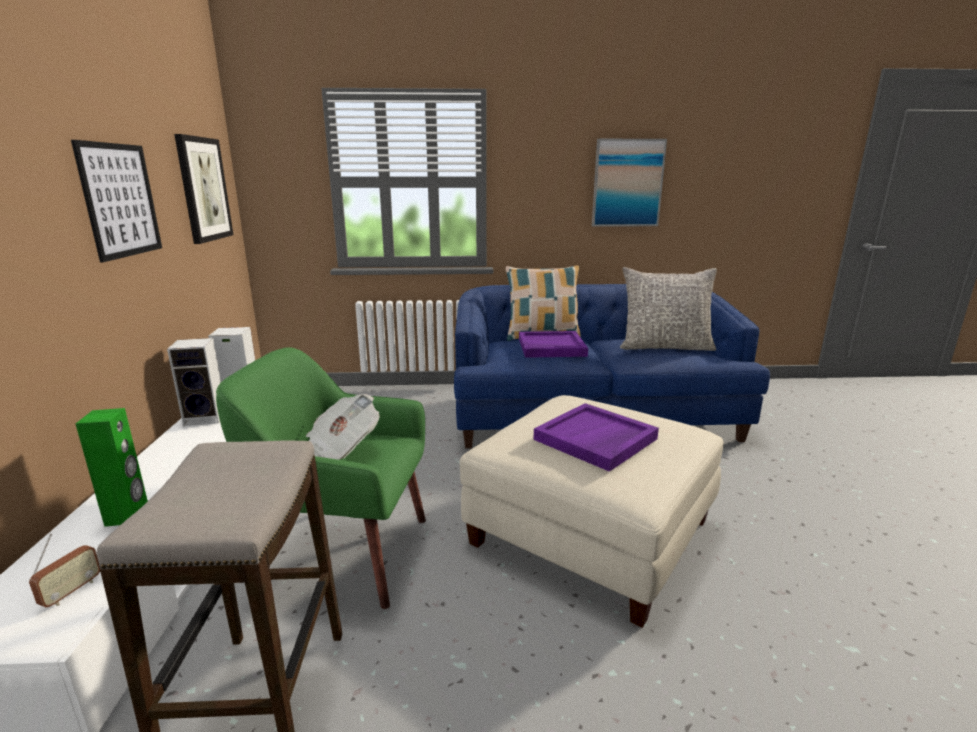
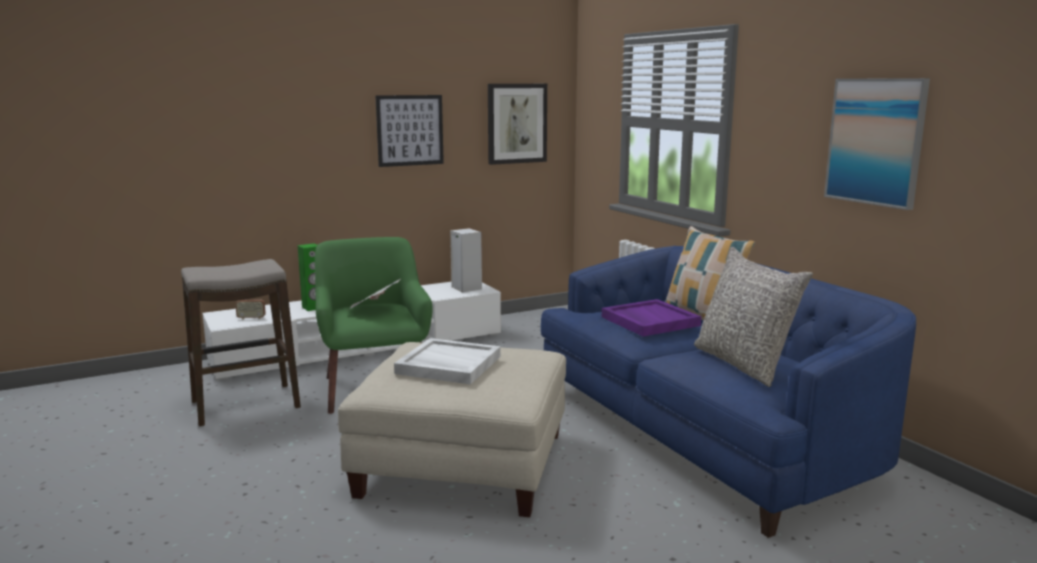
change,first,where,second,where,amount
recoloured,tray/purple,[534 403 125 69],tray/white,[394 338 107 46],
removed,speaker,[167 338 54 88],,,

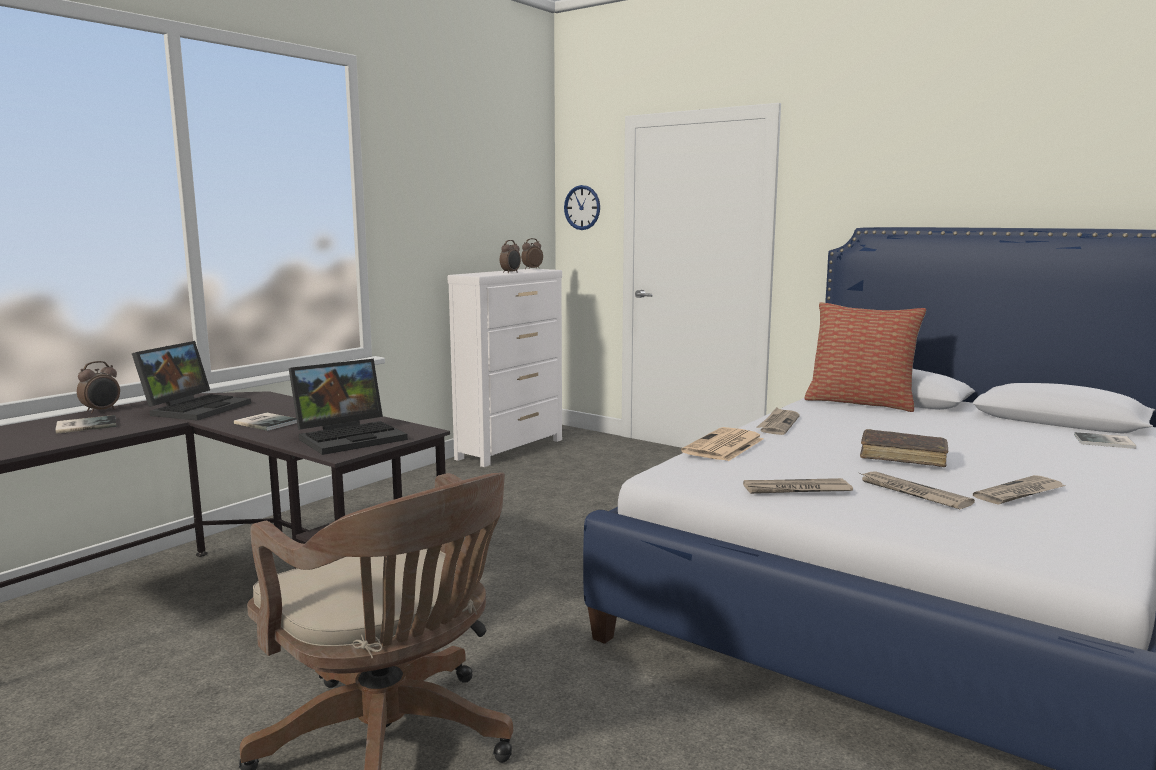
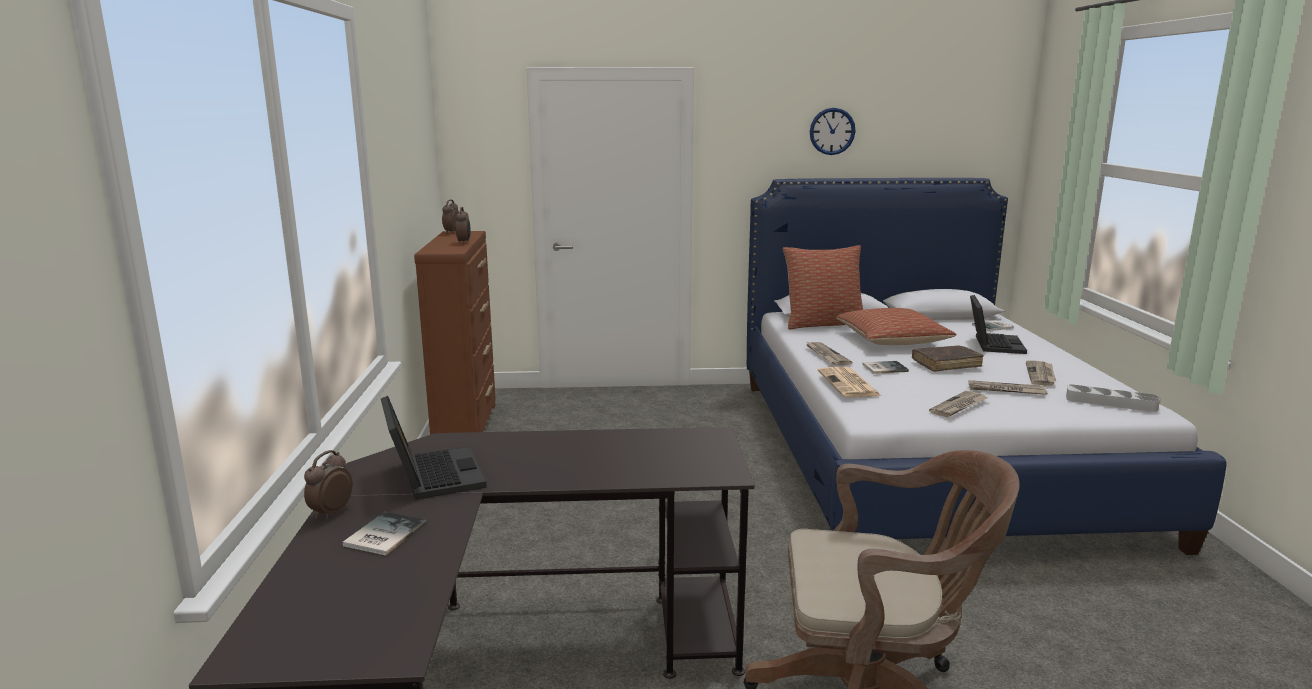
change,first,where,second,where,amount
turned,alarm clock,[77 361 43 53],,[304 450 49 69],150 degrees counterclockwise
recoloured,dresser/white,[448 268 114 199],dresser/brown,[414 231 82 204],
moved,wall clock,[564 185 36 45],,[810 108 46 47],
added,,,pillow,[836 308 120 37],
moved,book,[234 413 63 18],,[862 361 47 13],
moved,laptop,[289 359 119 96],,[970 295 57 59],
added,,,tray/grey,[1066 384 94 28],

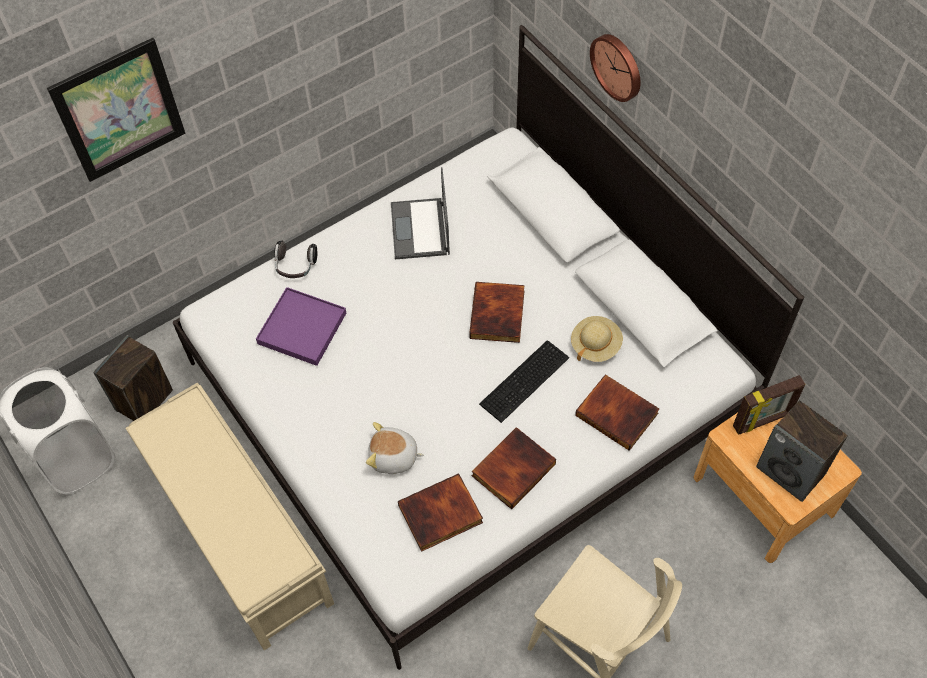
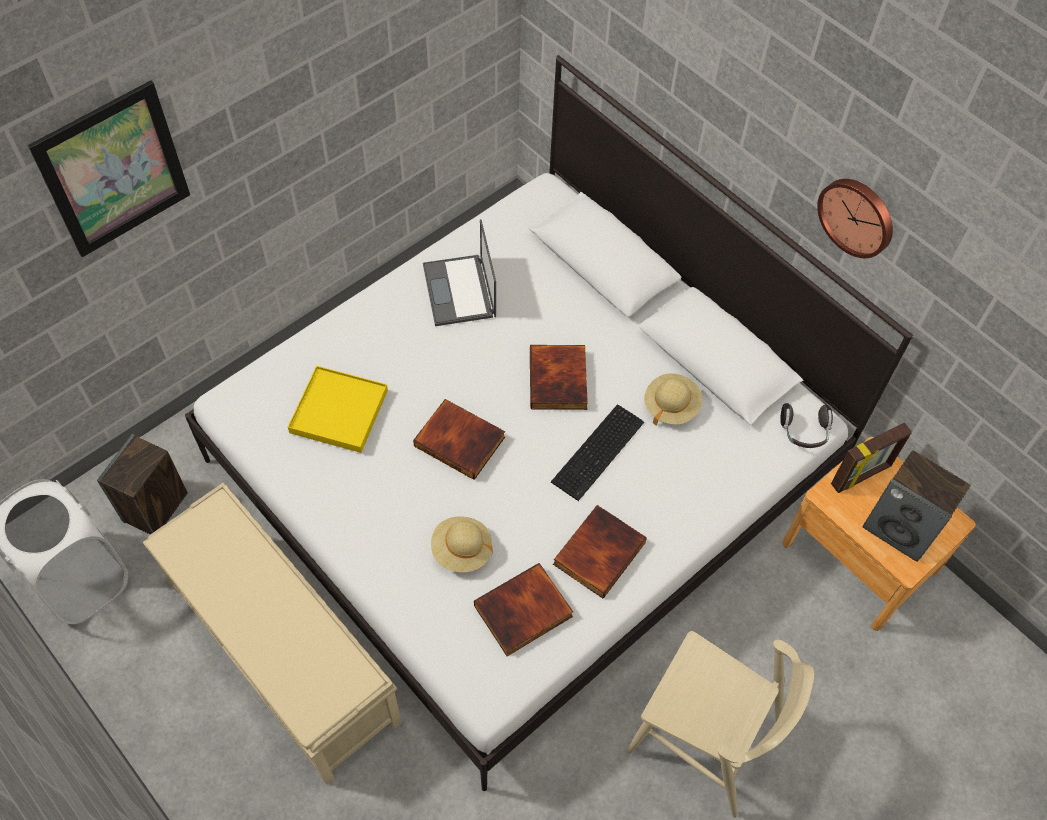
change,first,where,second,where,amount
recoloured,tray/purple,[256 287 90 79],tray/yellow,[288 366 100 87],
moved,book,[575 374 84 77],,[413 399 92 81],
replaced,plush toy,[366 422 58 52],hat/beige,[431 516 62 56],
moved,headphones,[274 240 43 38],,[780 403 53 45],
moved,wall clock,[590 34 50 68],,[817 179 76 79],

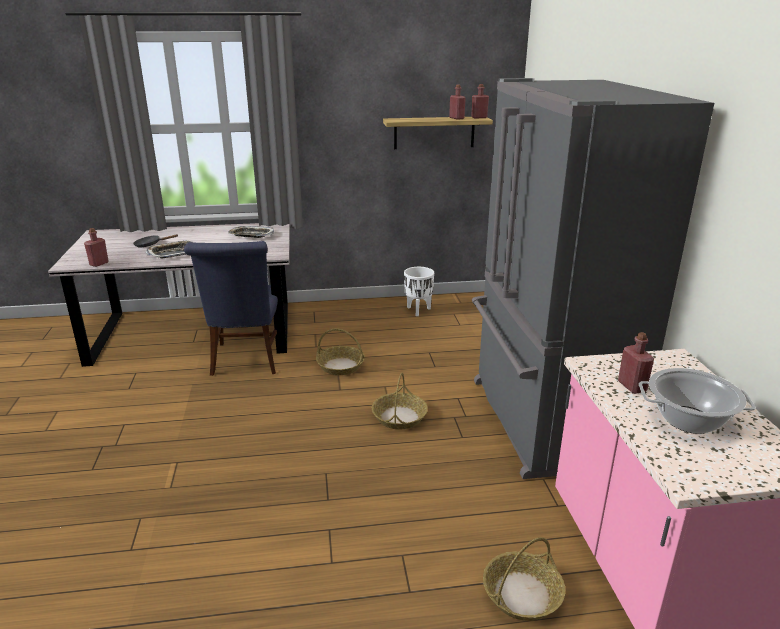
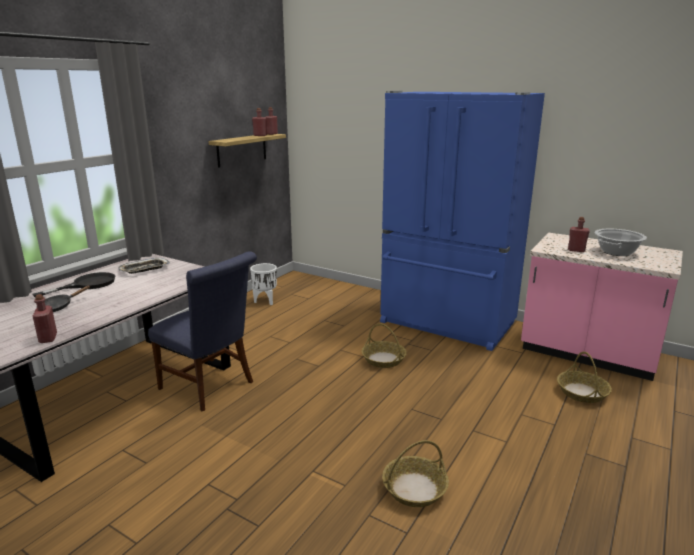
change,first,where,second,where,amount
added,,,frying pan/black,[32 272 83 25],
recoloured,fridge/grey,[472 78 242 401],fridge/blue,[380 91 165 260],
moved,basket,[316 328 49 47],,[382 440 67 67],
removed,tray,[146 240 46 18],,,

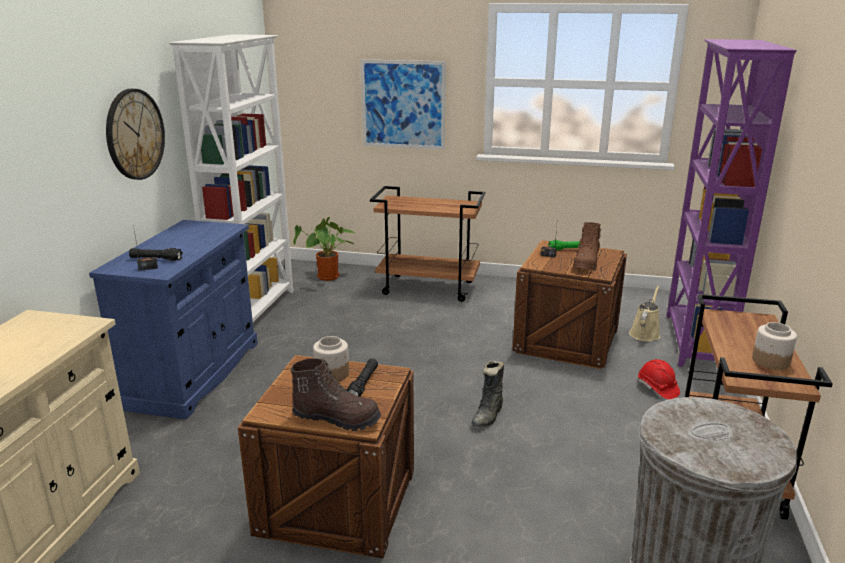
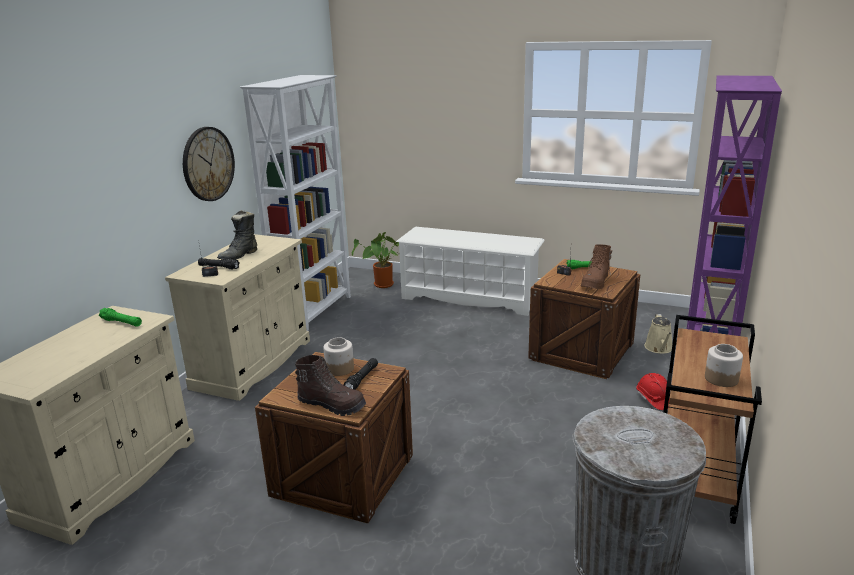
change,first,where,second,where,amount
added,,,flashlight/green,[99 308 43 19],
recoloured,cabinet/blue,[89 220 169 199],cabinet/beige,[165 234 145 167],
moved,boot/black,[471 360 33 67],,[217 210 40 50],
replaced,cart/brown,[370 186 115 116],shoe rack/white,[396 227 149 89],
turned,watering can/beige,[629 285 31 57],,[644 314 28 40],150 degrees clockwise
removed,picture,[361 59 85 90],,,

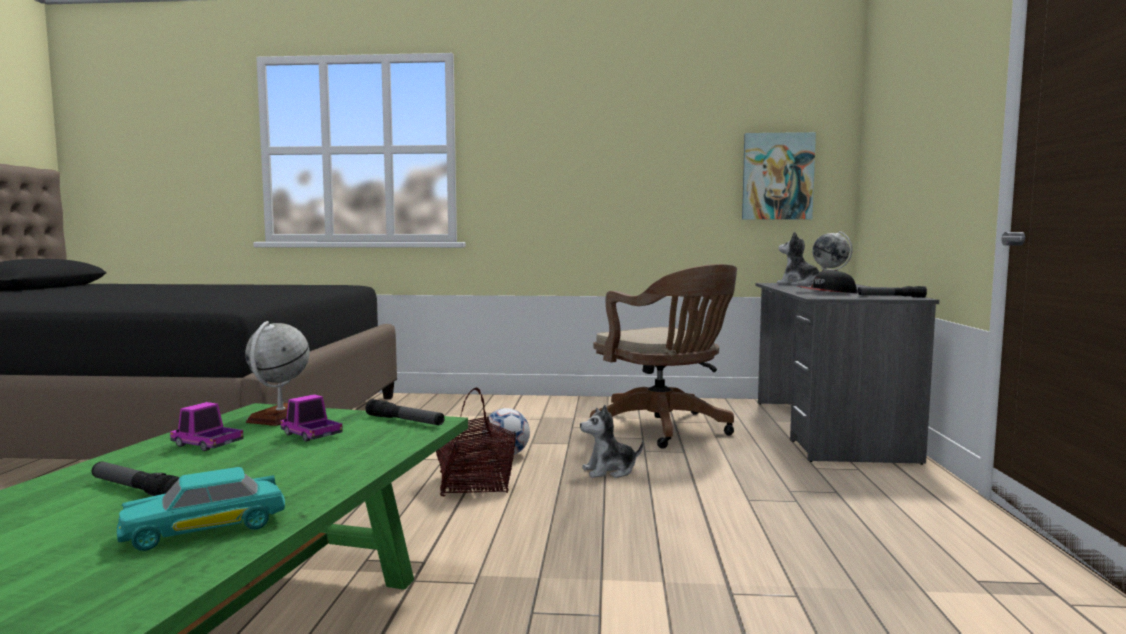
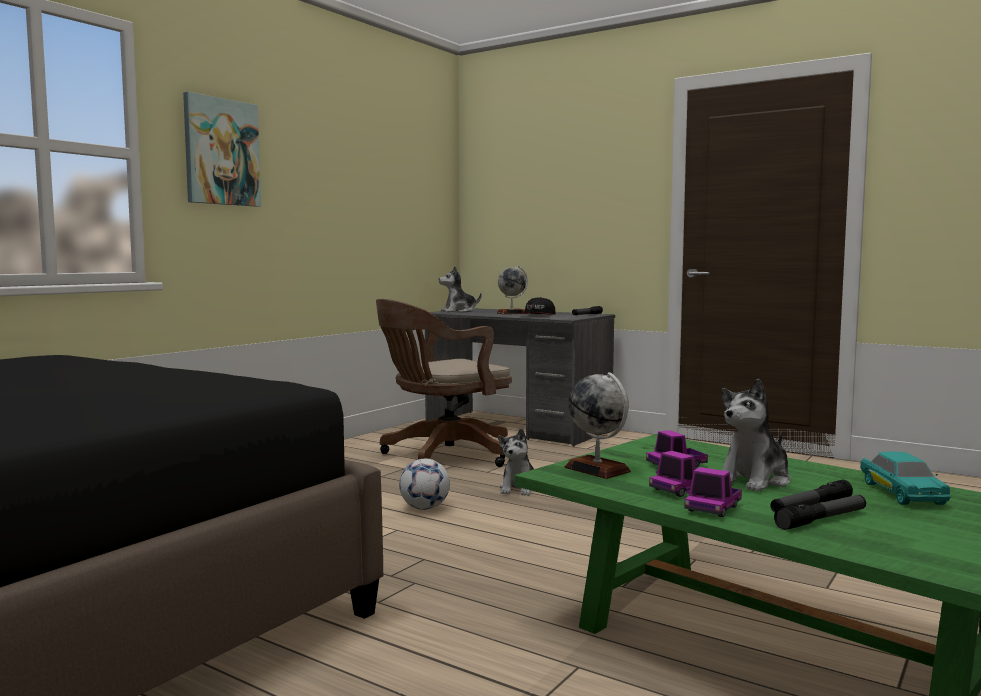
change,first,where,second,where,amount
moved,picture,[742 132 74 88],,[183 92 78 115],
turned,office chair/brown,[590 264 147 185],,[376 299 136 168],150 degrees clockwise
added,,,toy truck,[684 467 58 50],
added,,,plush toy,[722 379 69 113],
moved,flashlight,[365 399 80 26],,[774 495 92 35],
removed,basket,[436 387 80 109],,,

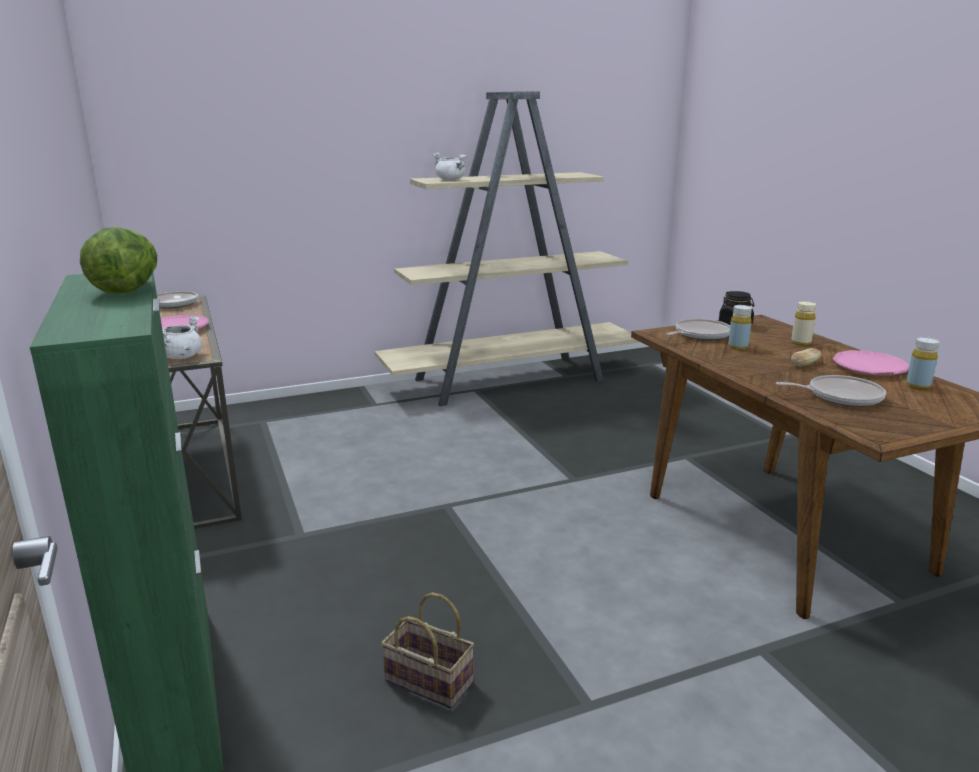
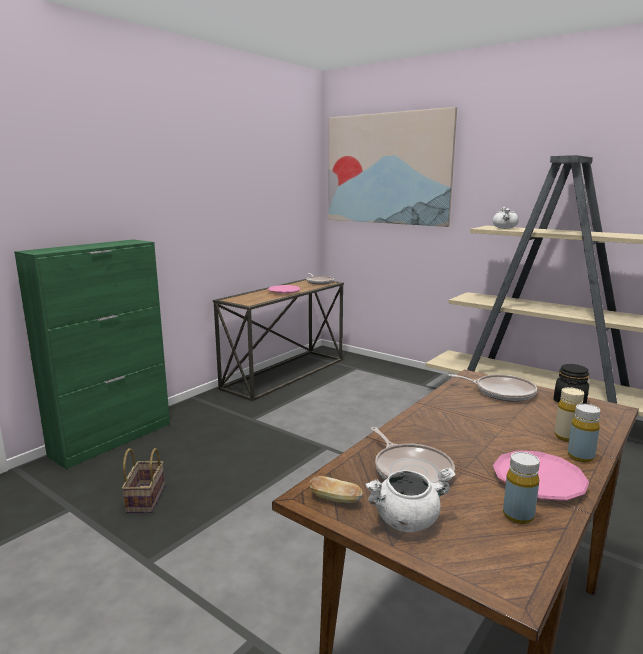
change,first,where,second,where,amount
moved,bread,[791 348 31 18],,[310 476 53 27],
added,,,picture,[328 107 129 120],
moved,cooking pot/white,[162 316 40 43],,[365 468 90 64],
moved,bottle/yellow,[728 305 24 45],,[568 404 32 58],
removed,lettuce,[80 227 77 67],,,

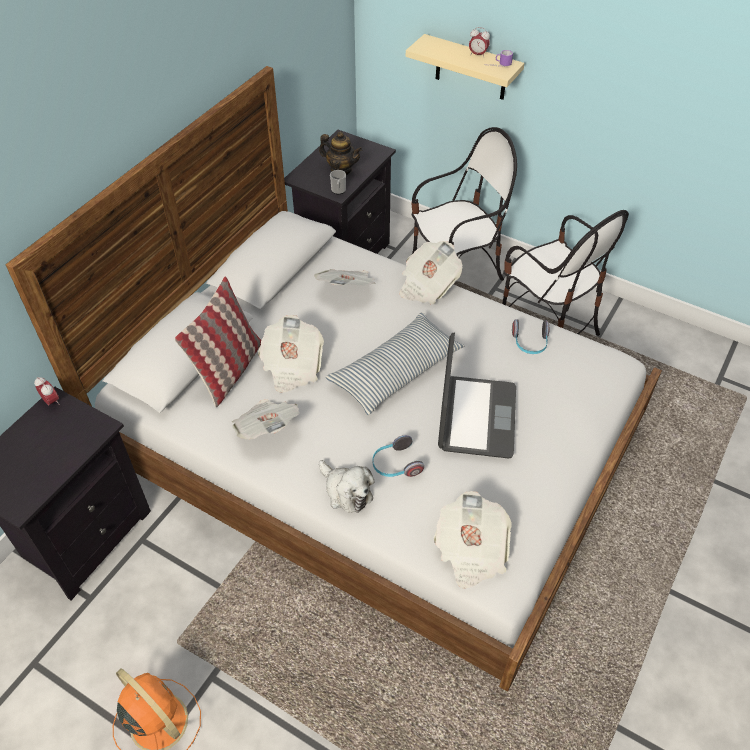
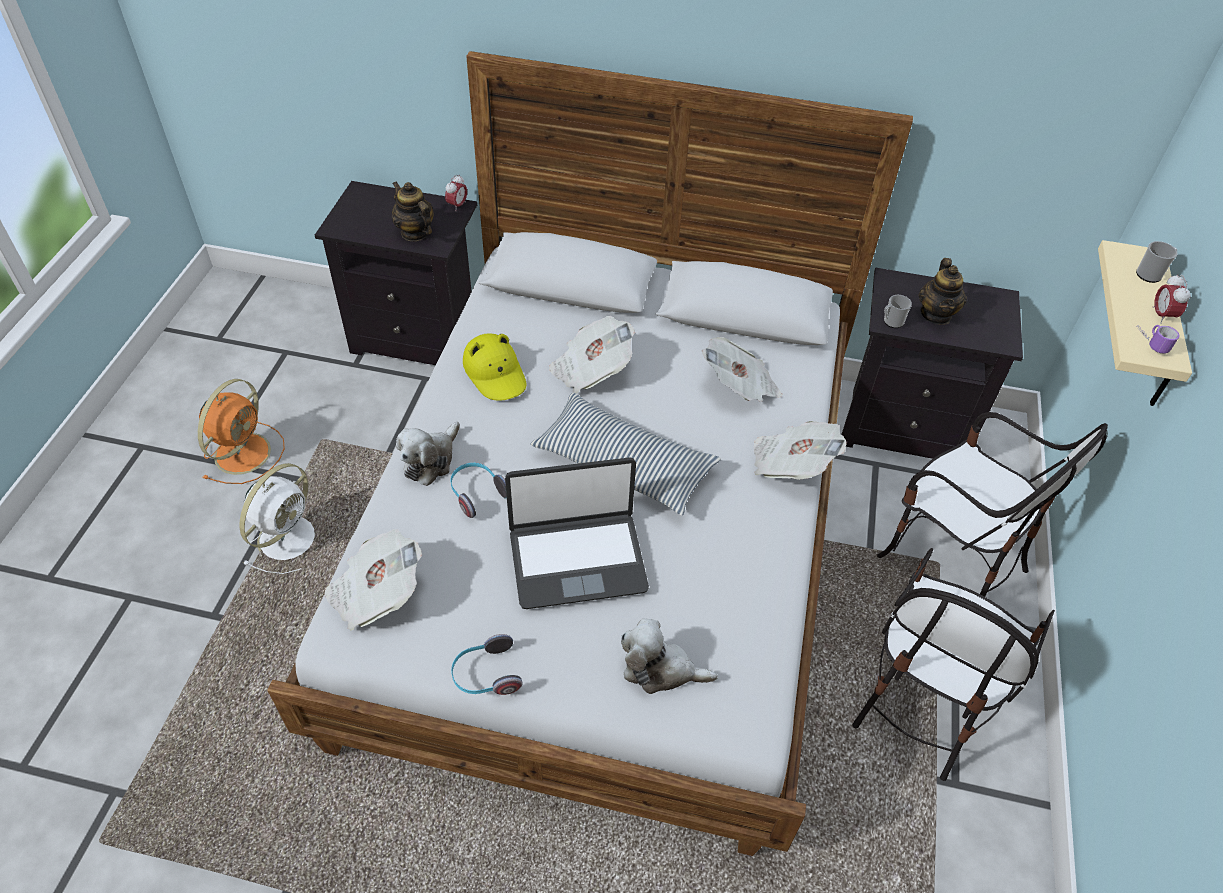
change,first,where,second,where,amount
added,,,fan/white,[239 463 76 111],
added,,,teapot,[392 181 41 60],
moved,headphones,[512 319 38 35],,[451 634 72 61],
replaced,newspaper,[232 399 68 40],hat/yellow,[463 333 64 68],
added,,,plush toy,[621 618 97 76],
added,,,mug,[1136 241 41 42],
removed,pillow,[174 276 87 131],,,

